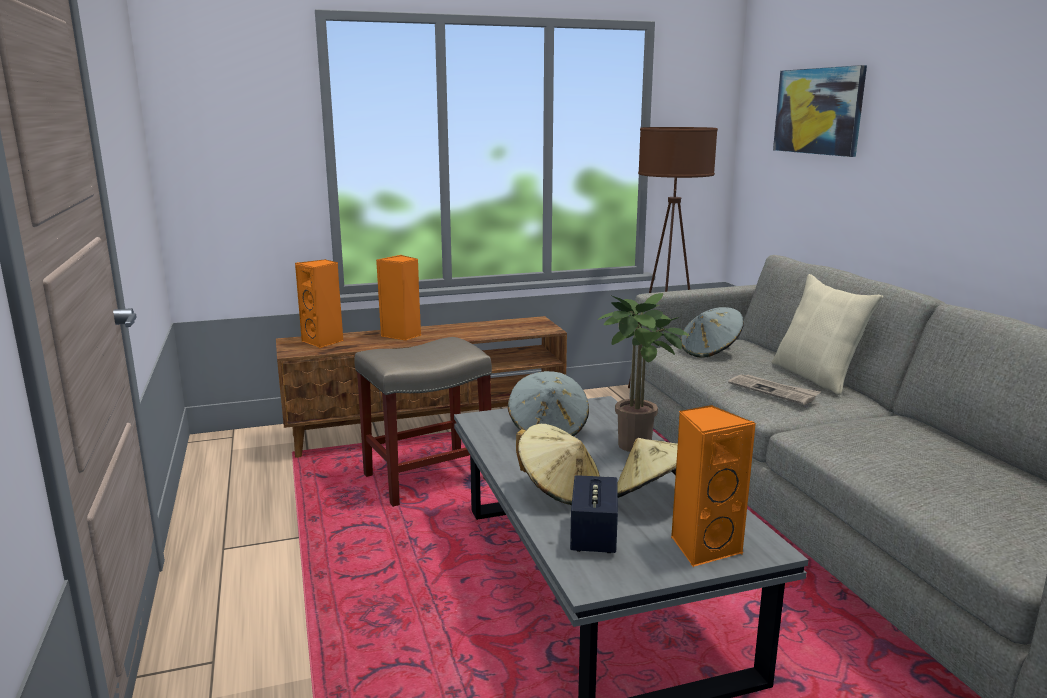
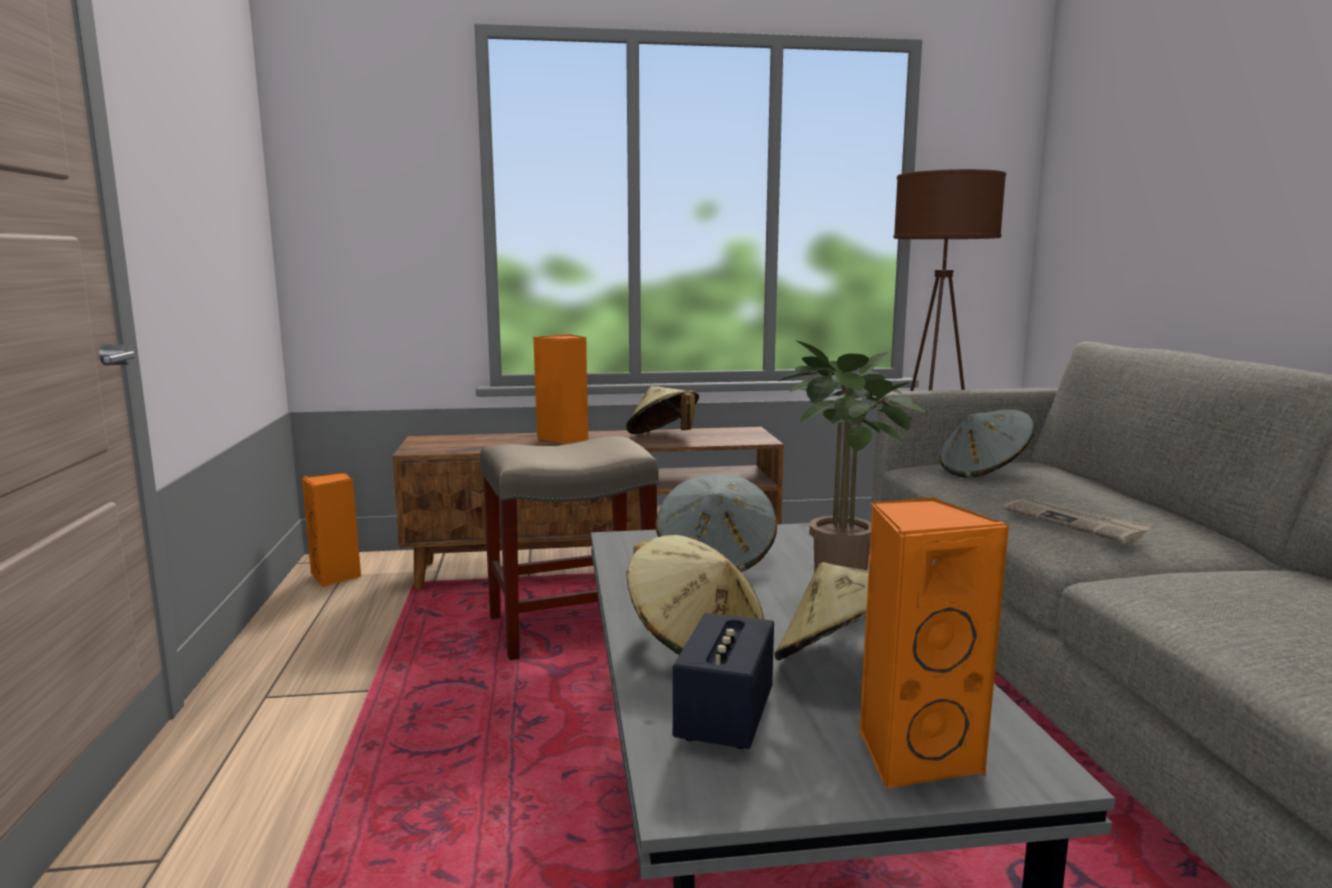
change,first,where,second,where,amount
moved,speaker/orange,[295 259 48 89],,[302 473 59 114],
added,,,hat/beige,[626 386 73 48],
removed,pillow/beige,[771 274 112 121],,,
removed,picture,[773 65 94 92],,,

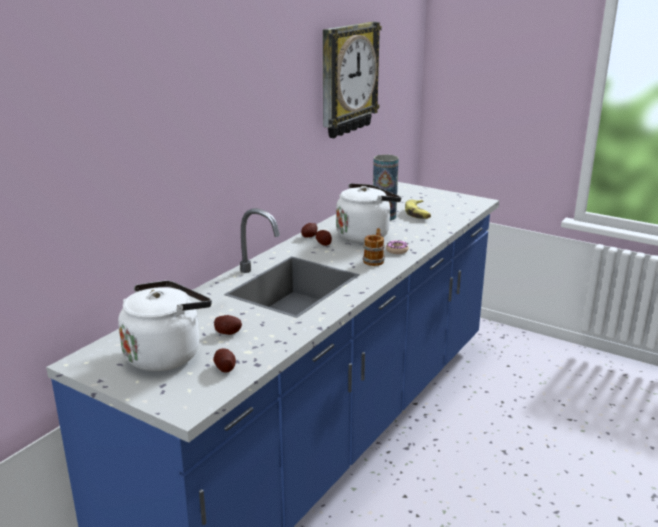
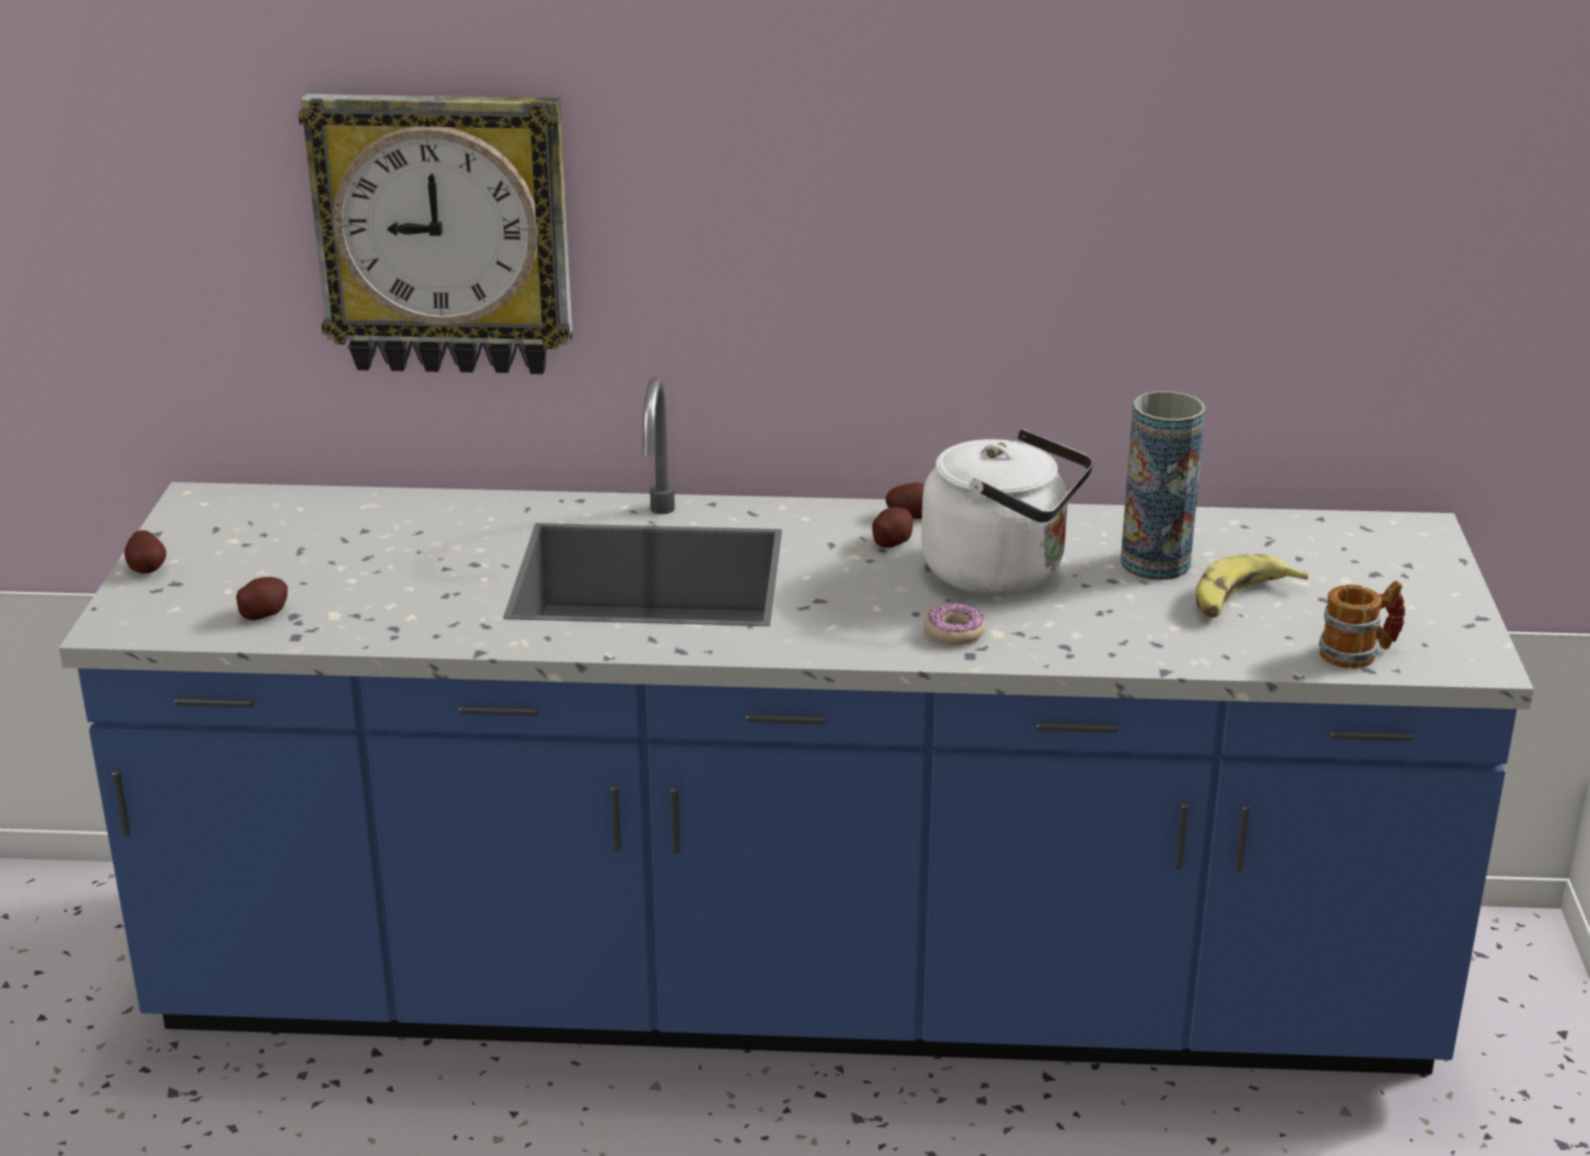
change,first,where,second,where,amount
moved,potato,[214 315 28 20],,[124 530 42 44],
moved,wall clock,[323 22 59 116],,[298 94 275 280],
moved,mug,[363 228 22 38],,[1319 580 86 89],
removed,kettle/white,[118 280 94 91],,,

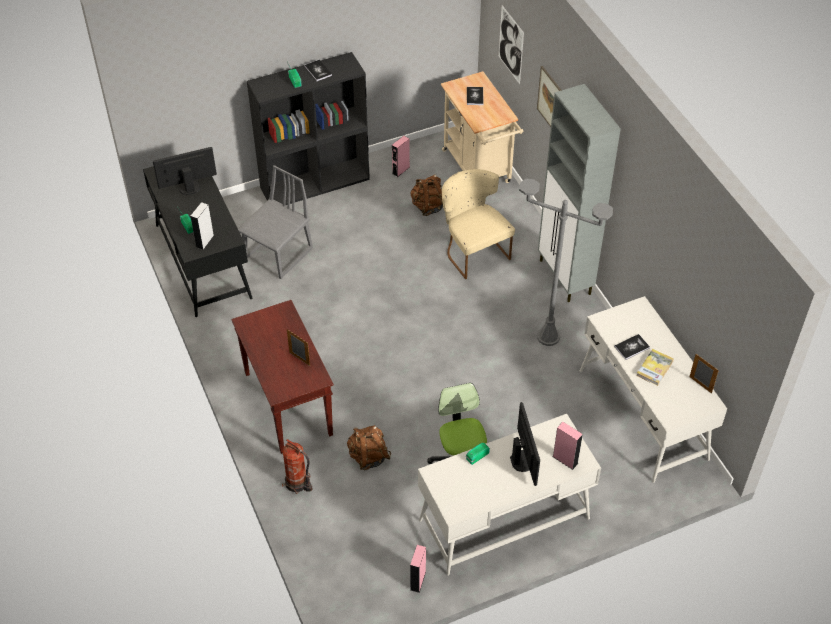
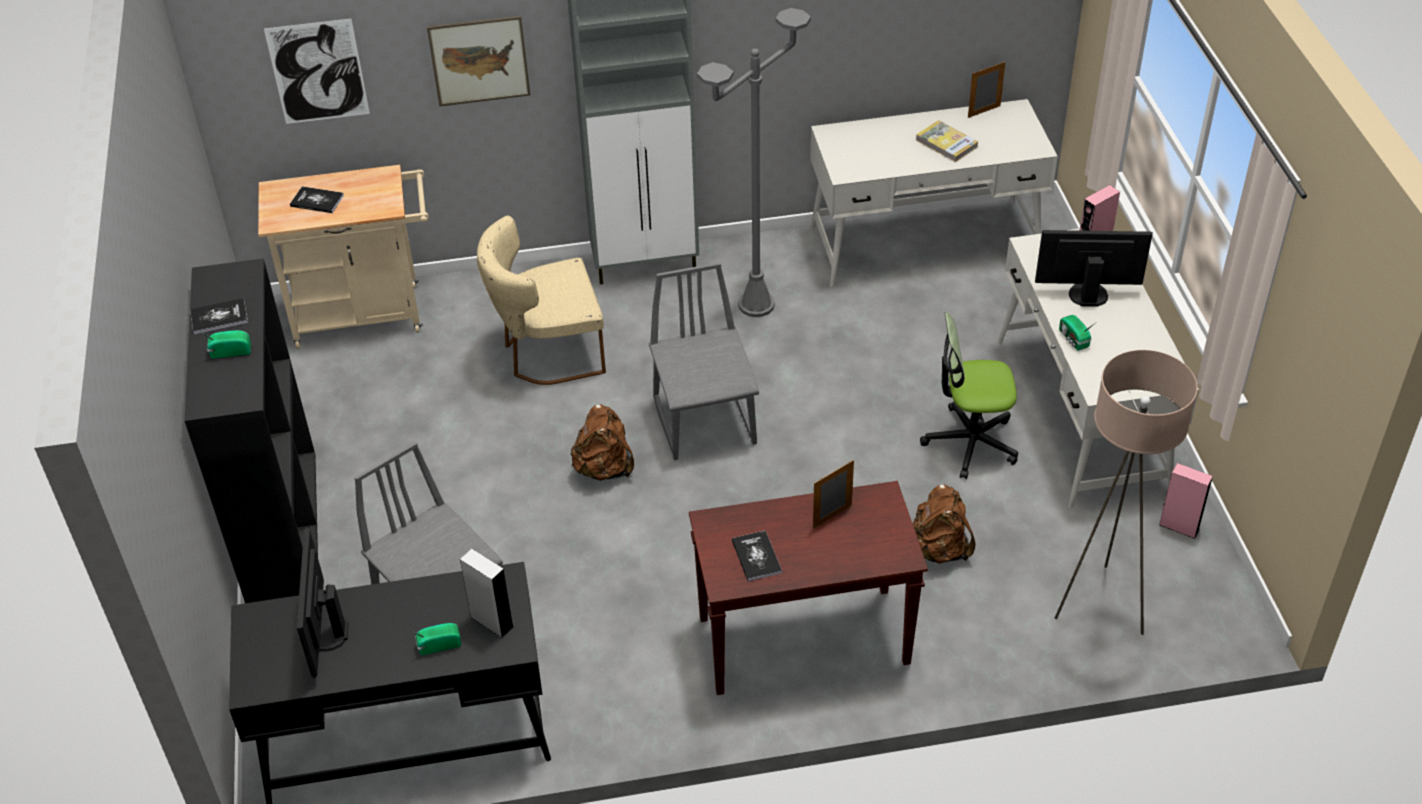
change,first,where,second,where,amount
moved,backpack/brown,[410 174 33 42],,[571 404 63 77],
added,,,chair/grey,[649 262 110 198],
moved,book,[614 334 36 26],,[732 530 50 52],
added,,,floor lamp/beige,[1055 350 143 285],
removed,fire extinguisher,[282 439 30 55],,,
removed,speaker/pink,[392 136 18 41],,,

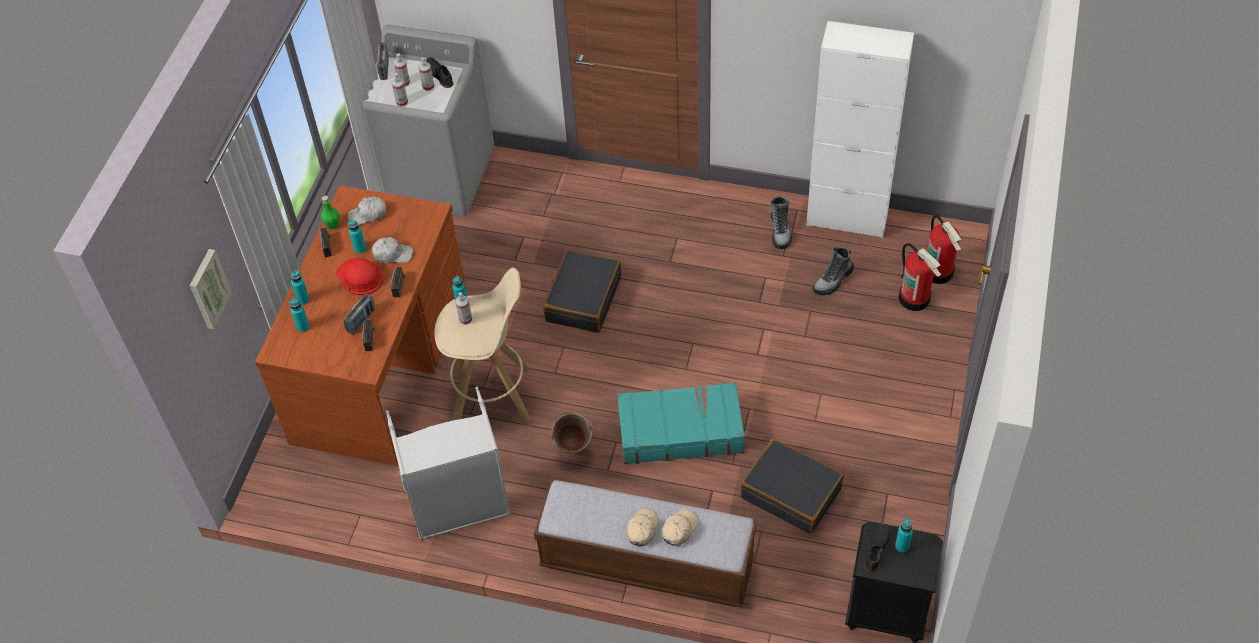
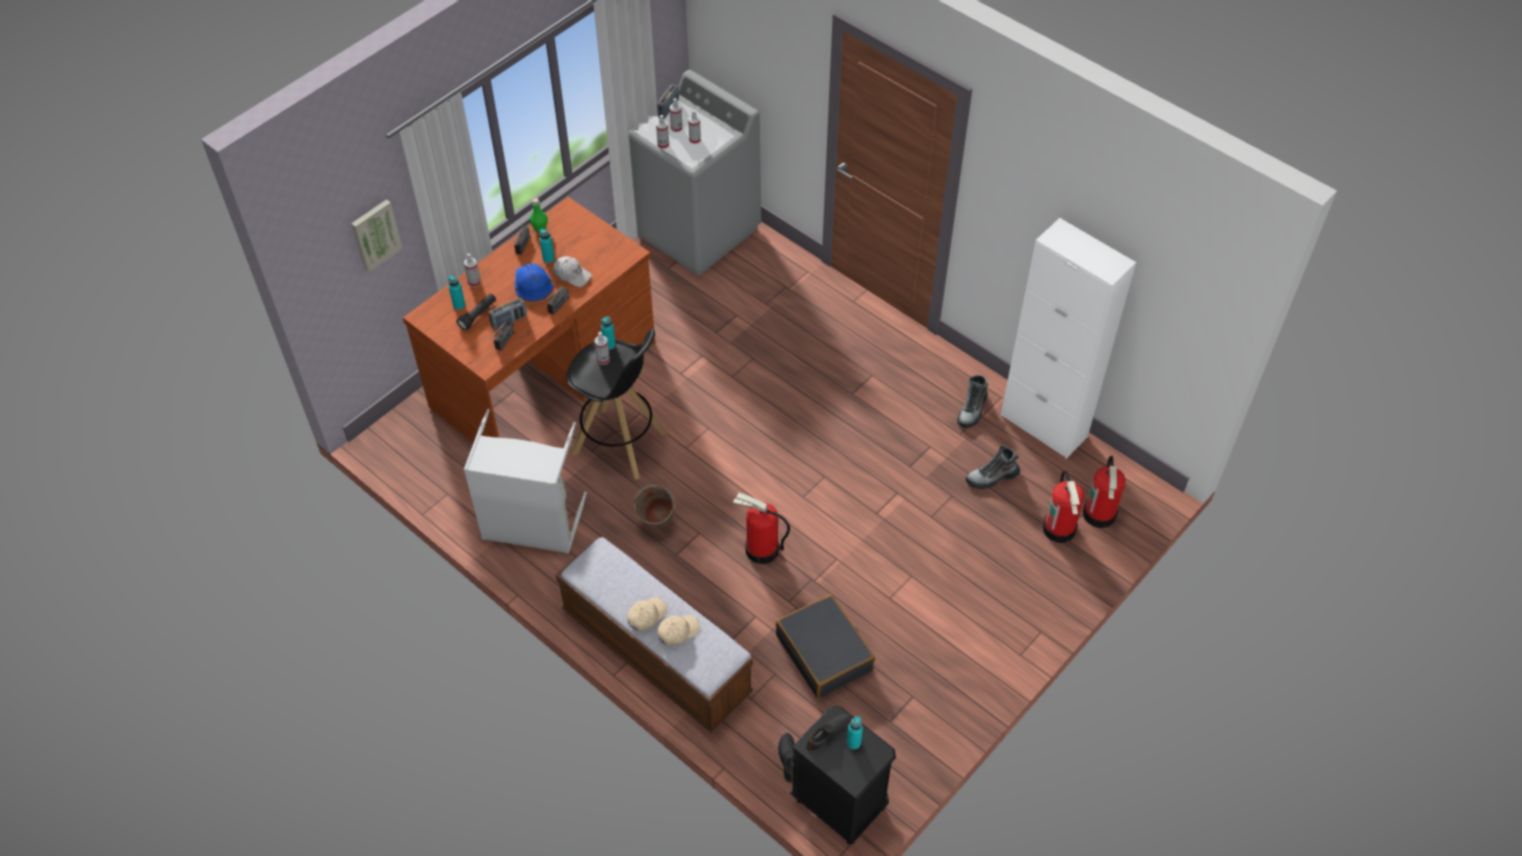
change,first,where,second,where,amount
added,,,flashlight/black,[457 293 39 37],
replaced,bottle/turquoise,[291 270 19 35],spray bottle,[464 253 17 34],
recoloured,hard hat/red,[336 258 47 37],hard hat/blue,[514 264 39 37],
recoloured,stool/beige,[434 268 97 154],stool/black,[566 329 101 151],
replaced,suitcase/turquoise,[617 382 128 82],fire extinguisher,[733 493 57 71],
moved,shoe/black,[426 57 27 31],,[778 733 17 50],
removed,cap/white,[348 196 38 29],,,
removed,suitcase/black,[543 250 78 83],,,

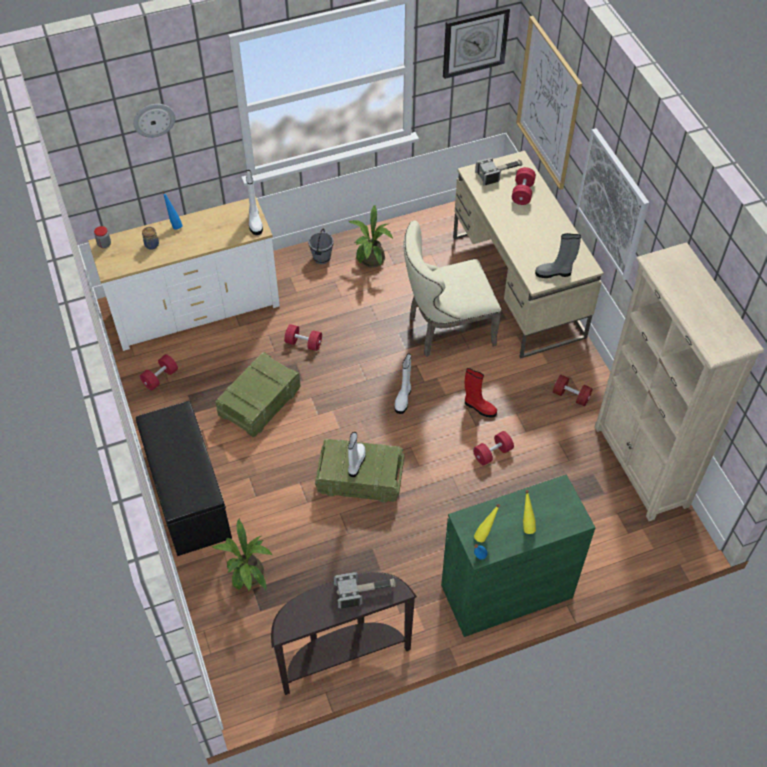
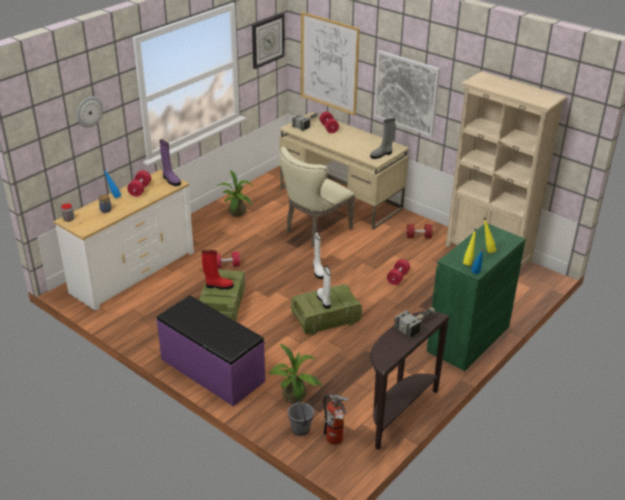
change,first,where,second,where,amount
moved,dumbbell/red,[140 354 38 36],,[127 170 24 27],
recoloured,bench/black,[136 401 96 155],bench/purple,[157 296 108 110],
recoloured,boot/white,[246 170 17 65],boot/purple,[160 139 21 47],
moved,boot/red,[465 368 32 50],,[202 250 32 40],
moved,bucket/grey,[308 229 26 35],,[288 399 26 37],
added,,,fire extinguisher,[323 394 26 51],

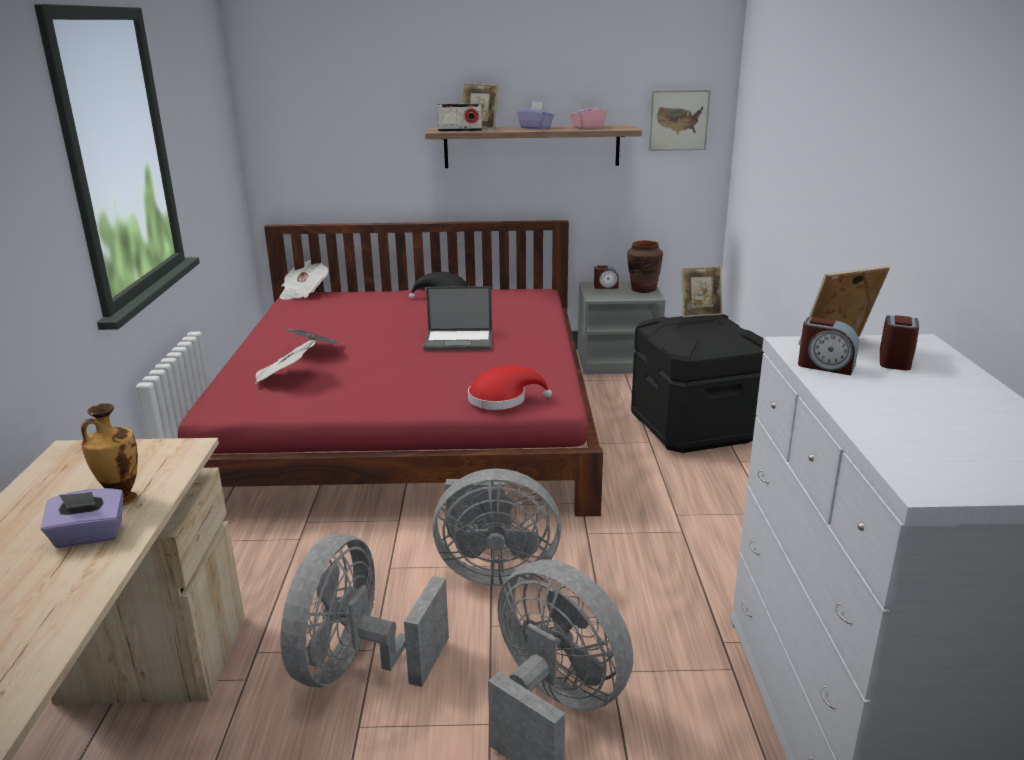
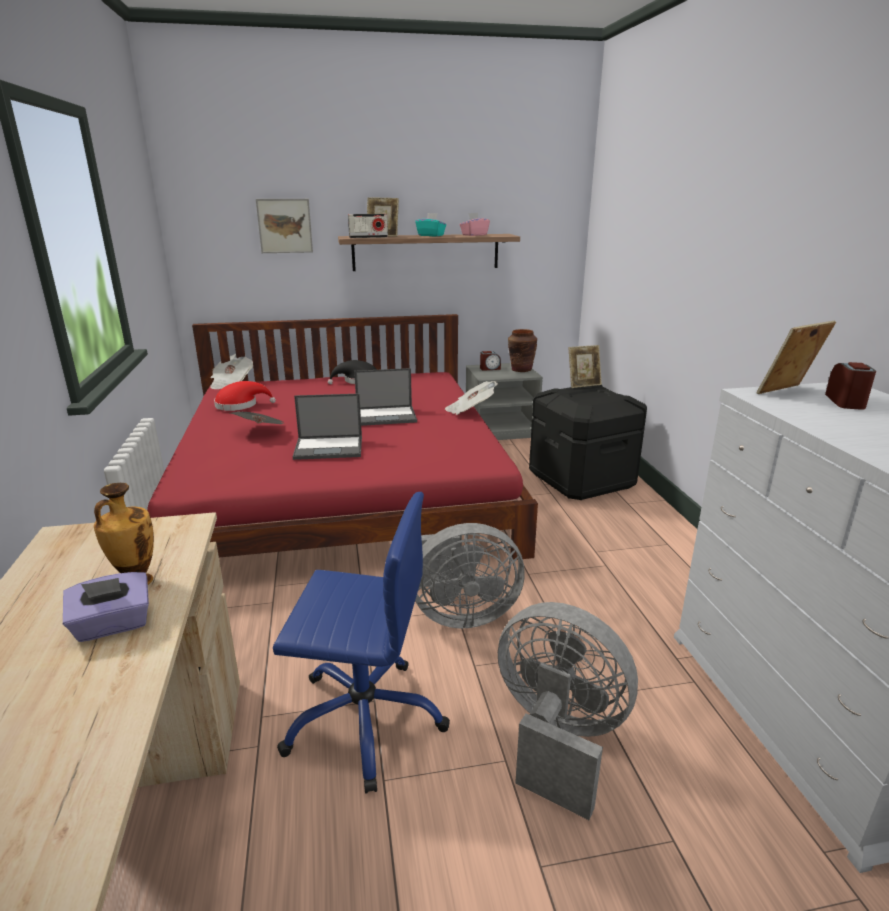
change,first,where,second,where,amount
moved,hat/red,[468 365 84 45],,[214 381 62 30],
moved,picture,[649 90 62 61],,[256 199 57 54],
replaced,fan/grey,[280 534 169 153],office chair/blue,[273 492 177 301],
added,,,laptop,[293 394 69 66],
recoloured,tissue box/purple,[517 102 37 28],tissue box/turquoise,[415 213 31 23],
moved,newspaper,[255 339 60 45],,[445 381 53 34],
removed,alarm clock,[798 317 61 58],,,

